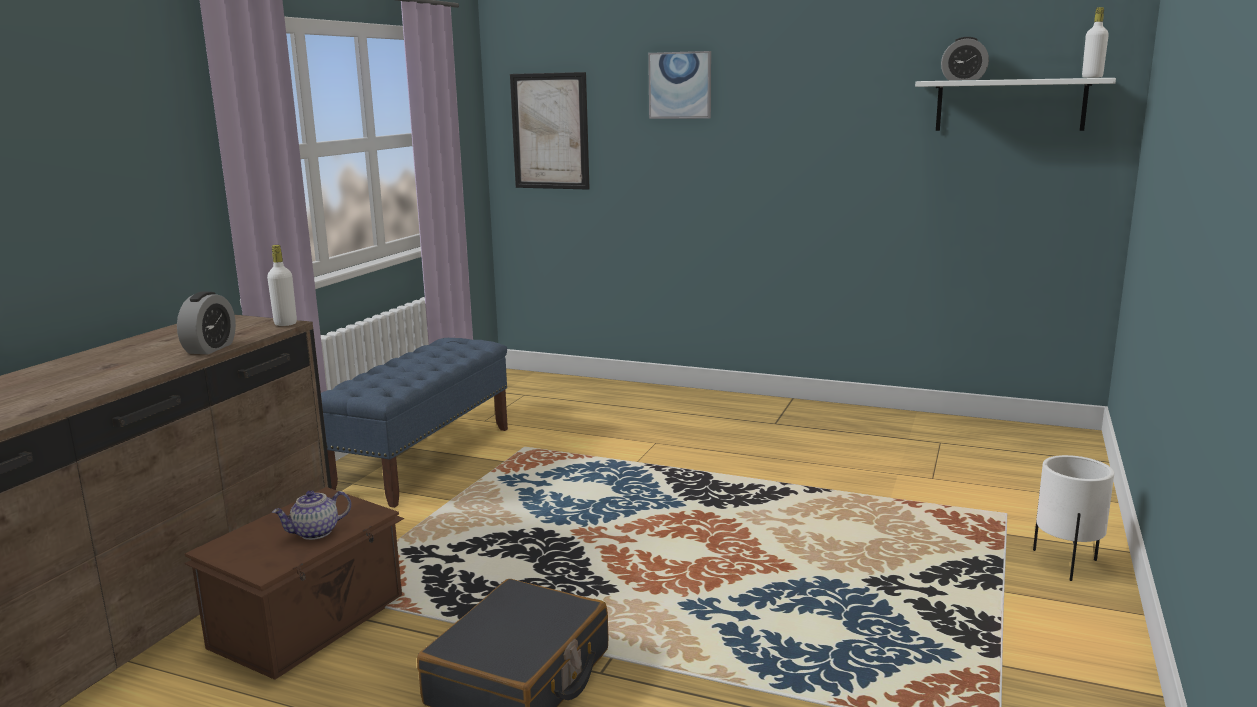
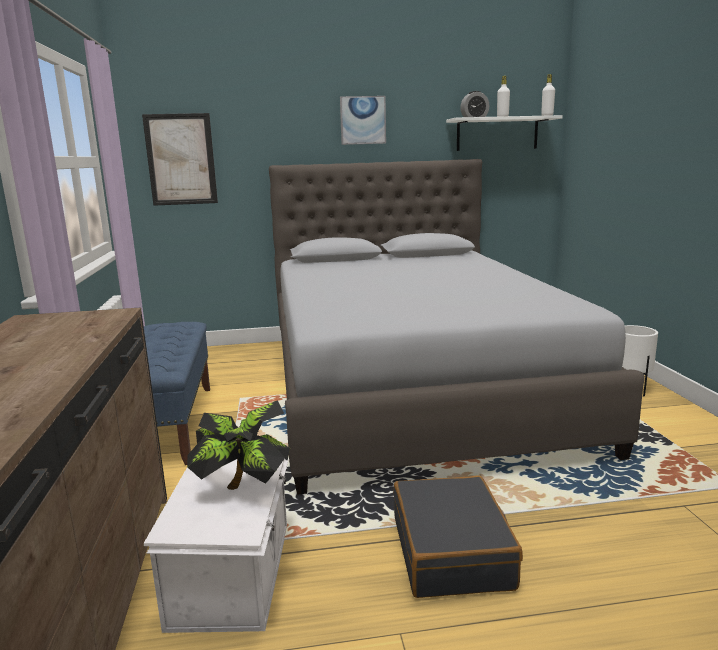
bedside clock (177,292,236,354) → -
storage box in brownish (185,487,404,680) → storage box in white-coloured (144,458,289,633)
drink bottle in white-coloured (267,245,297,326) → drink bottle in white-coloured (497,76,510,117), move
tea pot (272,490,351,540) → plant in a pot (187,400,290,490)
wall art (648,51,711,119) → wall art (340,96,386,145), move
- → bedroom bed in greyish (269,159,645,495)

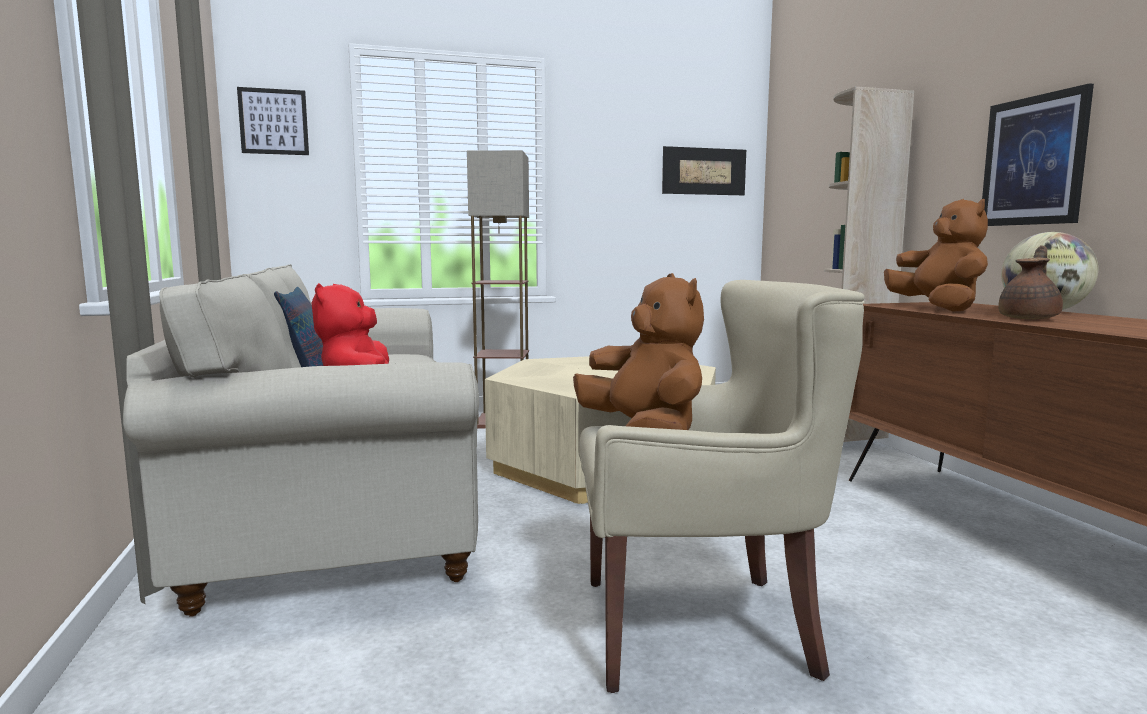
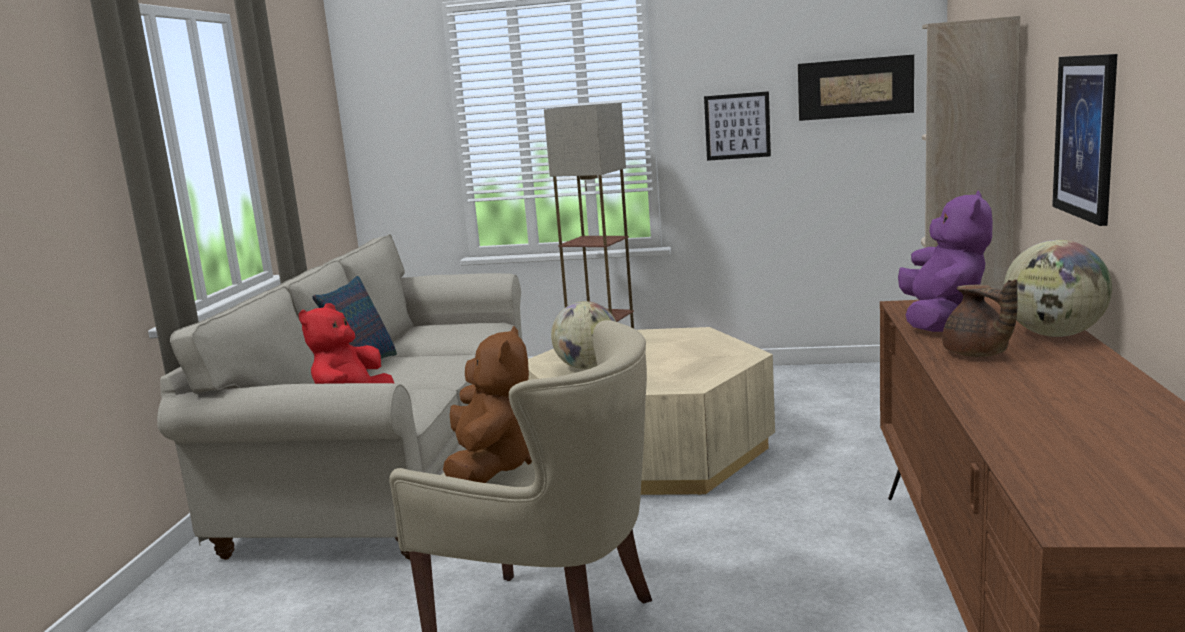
wall art (237,87,309,155) → wall art (704,91,771,161), move
cuddly toy in brownish (884,199,988,312) → cuddly toy in purple (898,190,993,332)
tea pot in brownish (998,245,1063,319) → tea pot in brownish (942,279,1018,357), 90 degrees clockwise
- → world globe (551,301,616,369)

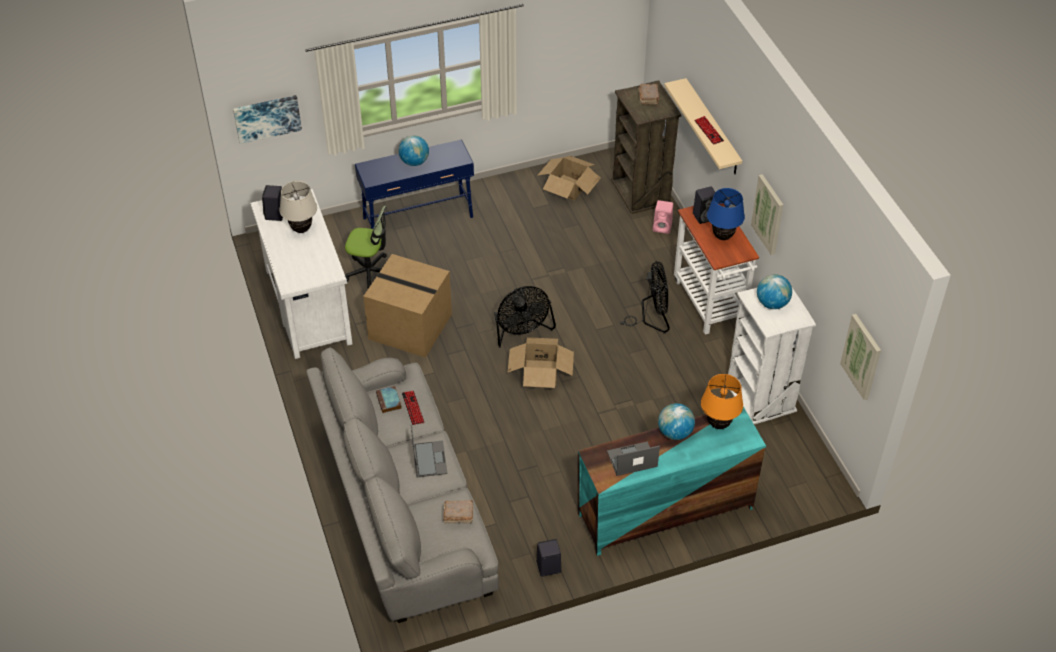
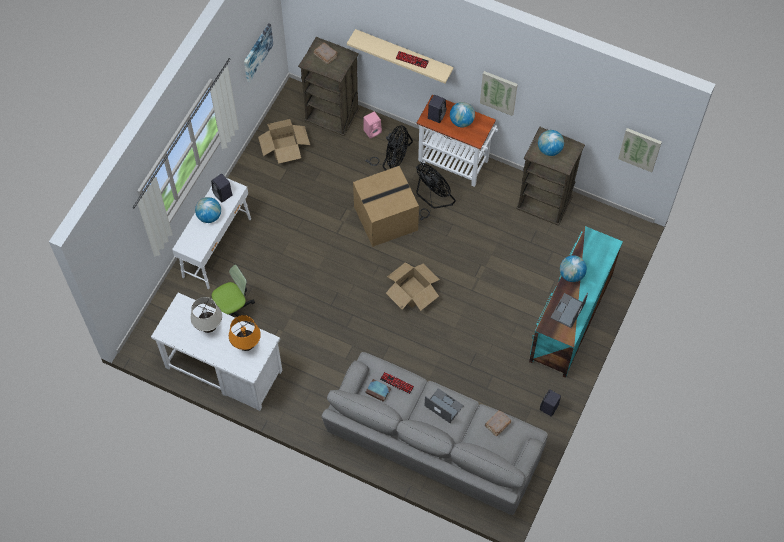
wall art (233,95,302,144) → wall art (244,23,274,82), move
speaker in black-coloured (262,185,283,221) → speaker in black-coloured (211,174,233,202), move
console table in blue-coloured (355,139,474,229) → console table in white-coloured (172,178,251,289)
packing box (363,254,452,358) → packing box (353,166,419,247), move
cooling fan in black-coloured (494,286,556,348) → cooling fan in black-coloured (366,125,413,171), move
tabletop lamp in orangey (701,374,743,429) → tabletop lamp in orangey (229,315,261,351), move
tabletop lamp in blue-coloured (707,188,745,240) → world globe (450,102,475,127)
shelving unit in white-coloured (728,288,816,424) → shelving unit in brownish (516,127,585,226)

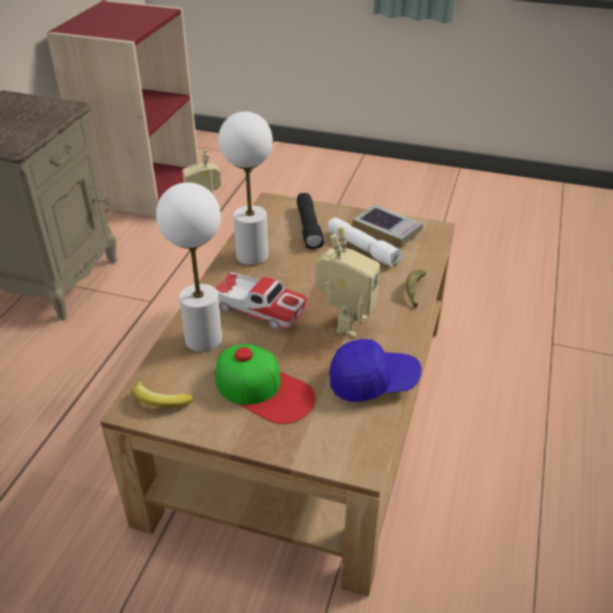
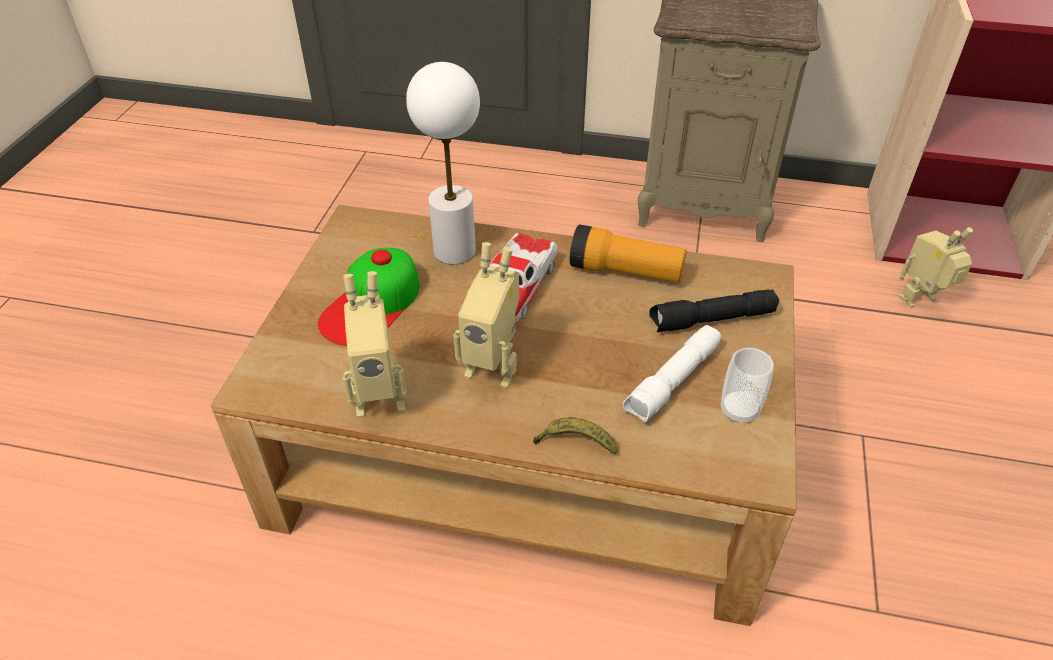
whole banana (133,380,194,408) → -
tabletop lamp in white-coloured (218,112,273,265) → flashlight (570,225,686,283)
peaked cap in blue-coloured (329,339,422,402) → toy robot (342,271,407,418)
volume (353,204,423,247) → small cup (721,348,774,424)

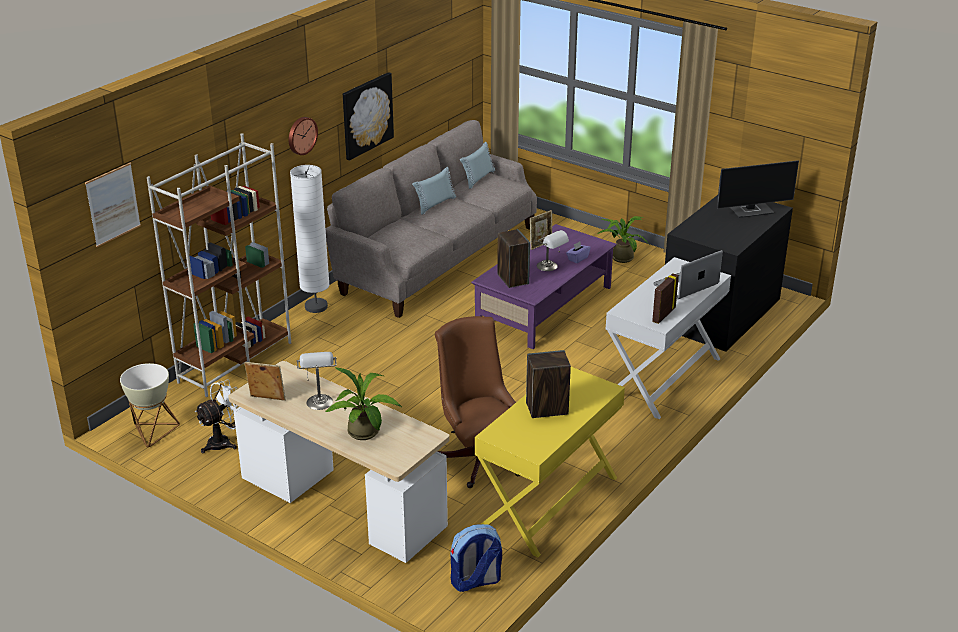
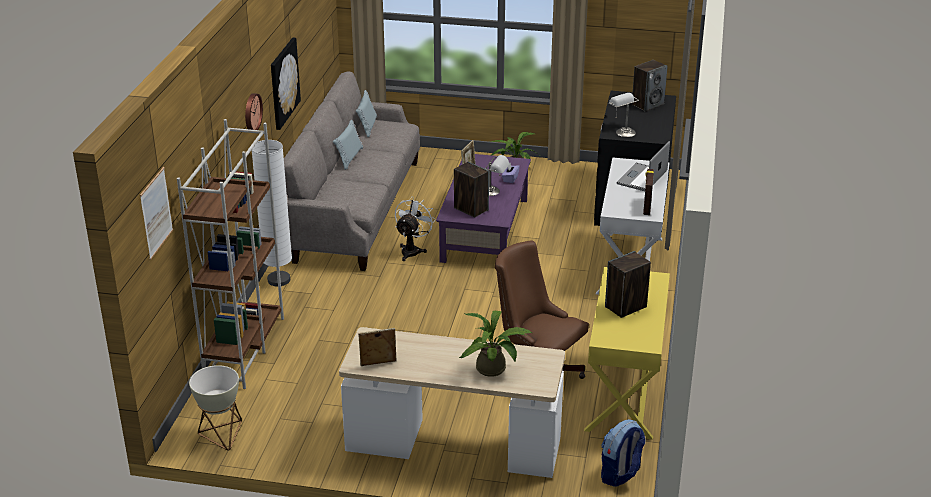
cooling fan in white-coloured (195,379,238,454) → cooling fan in white-coloured (395,196,436,261), move
tabletop lamp in white-coloured (297,352,337,410) → tabletop lamp in white-coloured (609,93,639,137), move
computer screen (717,160,799,218) → speaker (632,60,668,112)

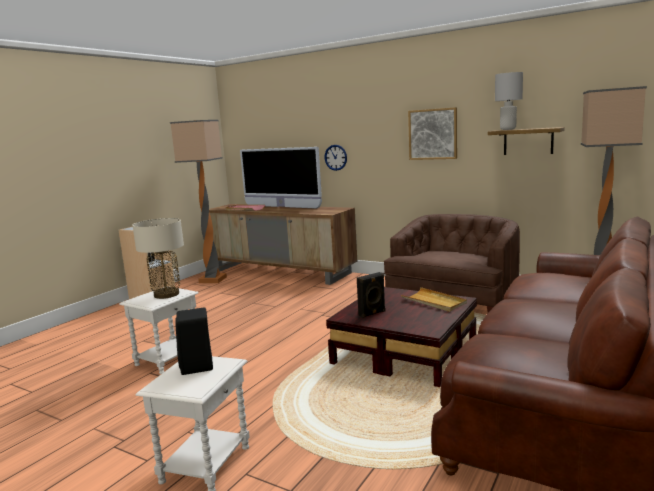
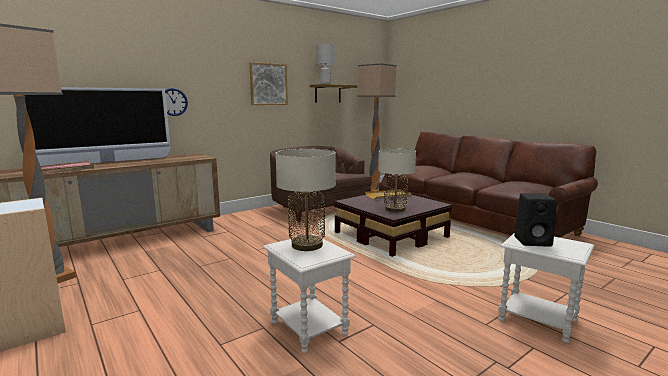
speaker in black-coloured (357,272,386,318) → tabletop lamp (378,149,416,212)

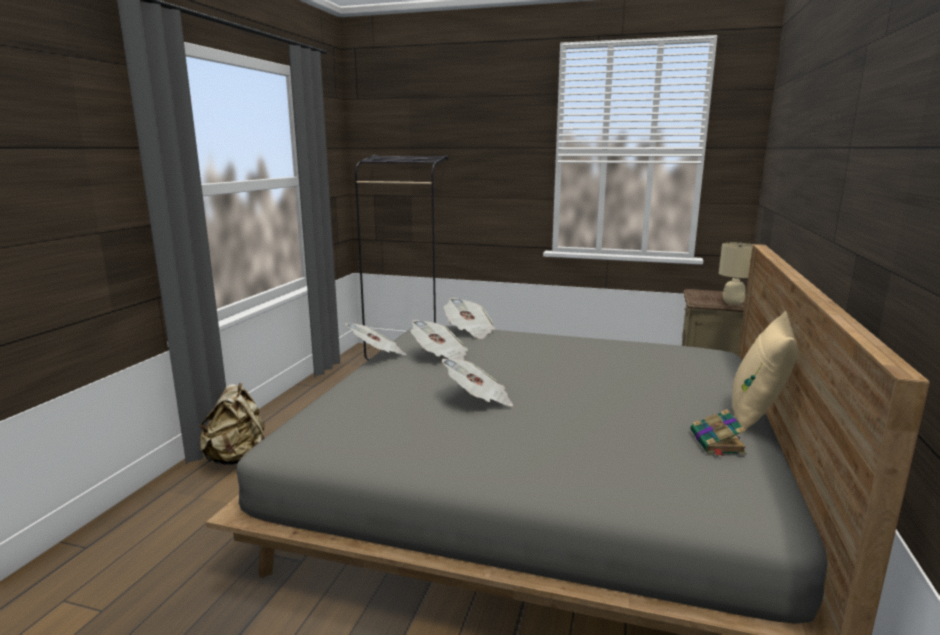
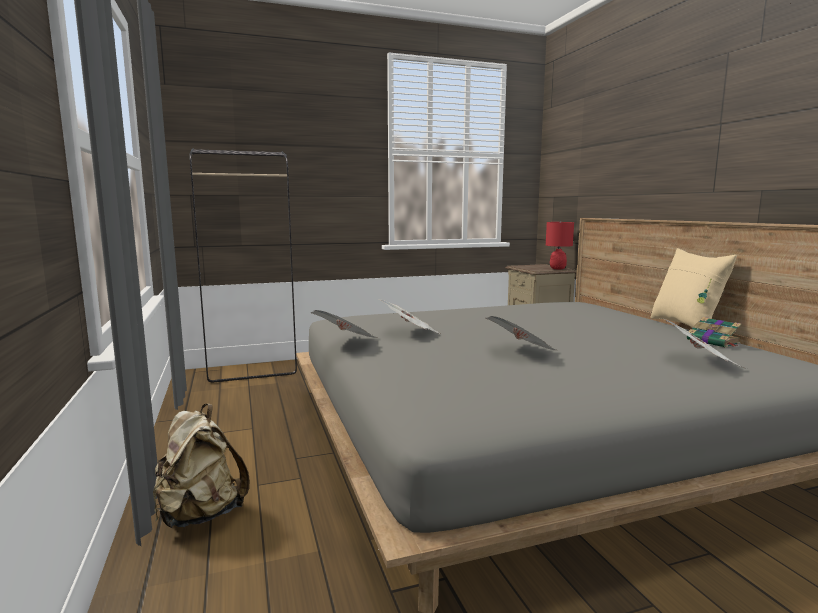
printed paper (444,298,496,339) → printed paper (664,319,747,369), move
tabletop lamp in sand-coloured (719,243,753,305) → tabletop lamp in reddish (546,221,574,269)

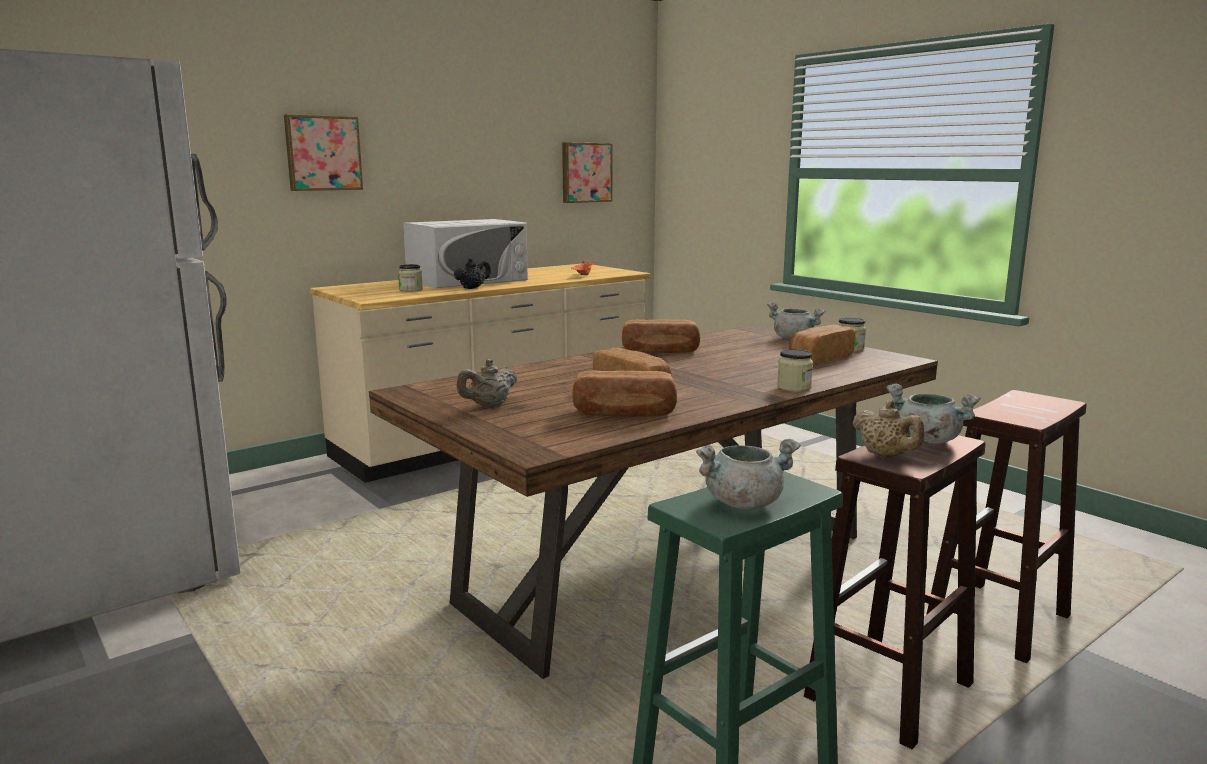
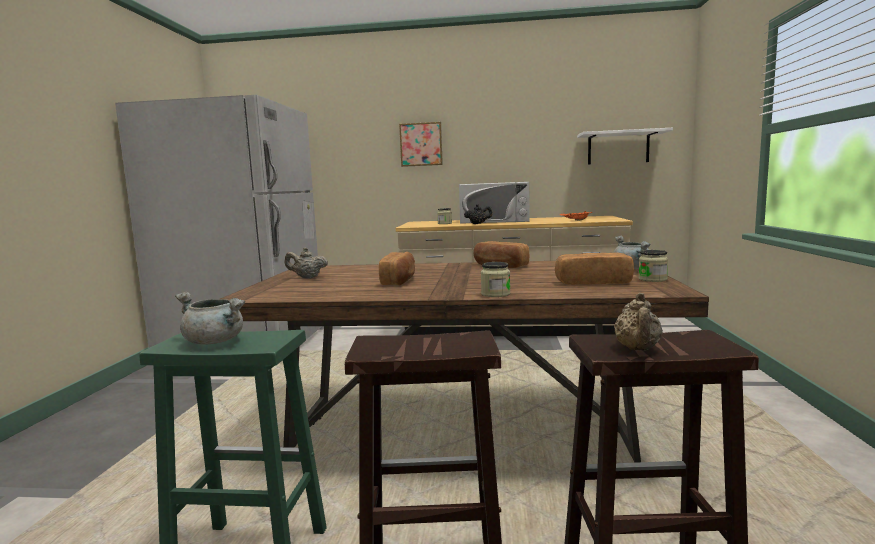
wall art (562,142,613,203) → bracket shelf in white-coloured (577,128,673,165)
baked bread (572,370,677,417) → -
tea pot in sand-coloured (852,400,924,457) → tea pot in sand-coloured (614,293,663,351), move
saucepot in greyish (886,384,981,444) → -

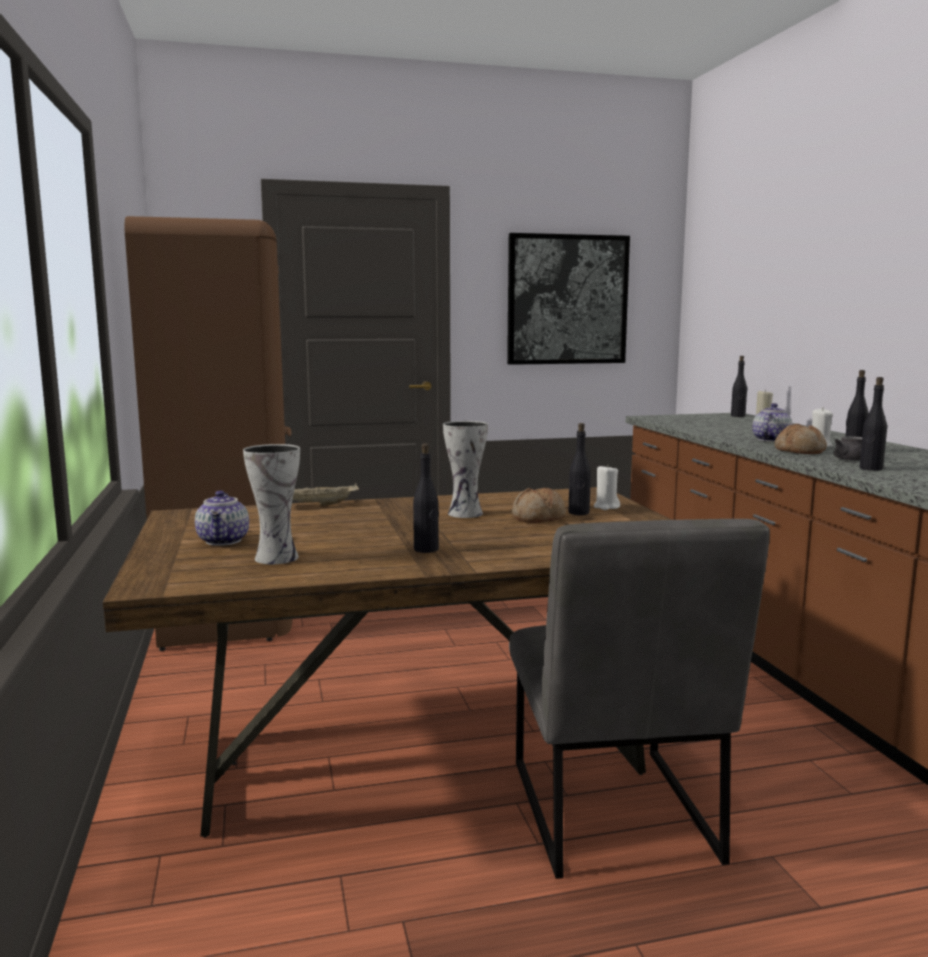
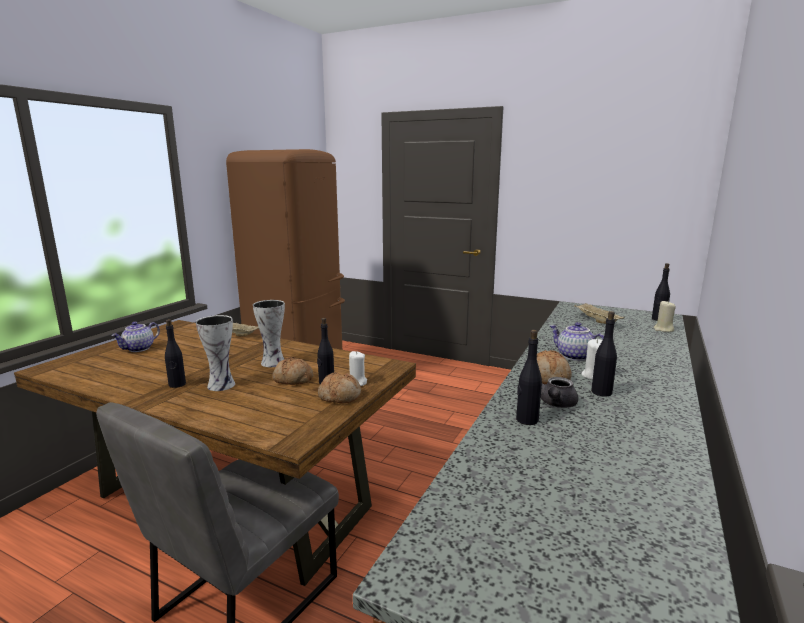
flower vase (243,444,300,564) → flower vase (196,315,235,391), move
wall art (507,233,630,365) → -
tea pot (752,403,792,442) → tea pot (550,322,604,361), 120 degrees counterclockwise
- → baked bread (318,372,361,403)
- → carrying tray in sand-coloured (574,303,625,324)

